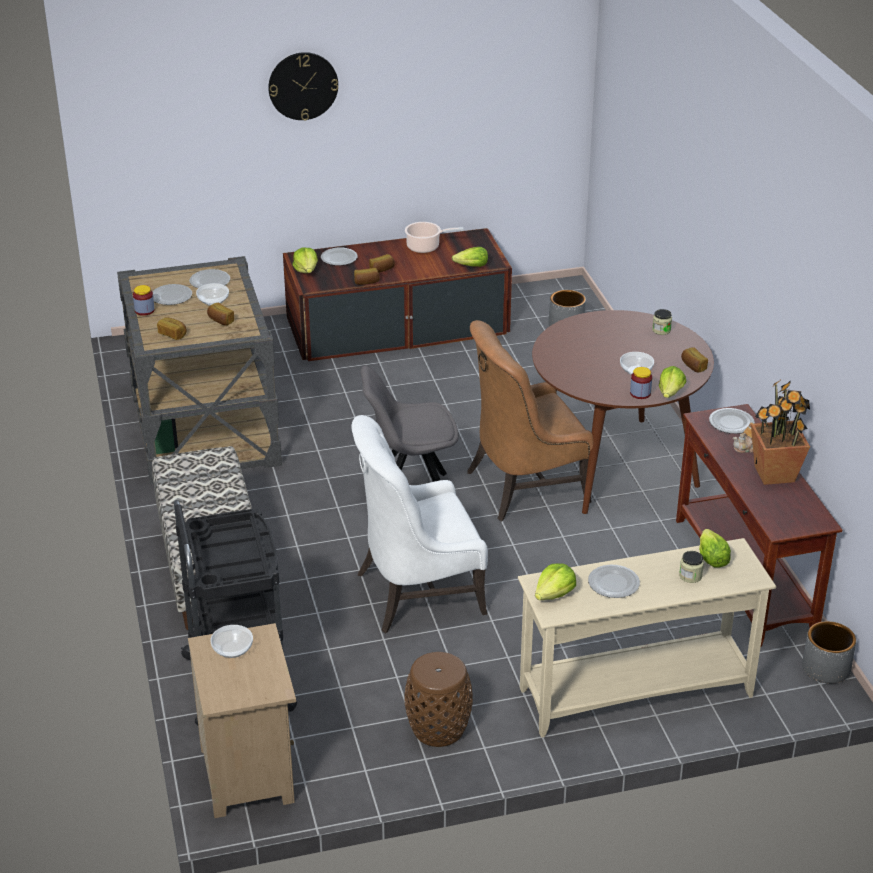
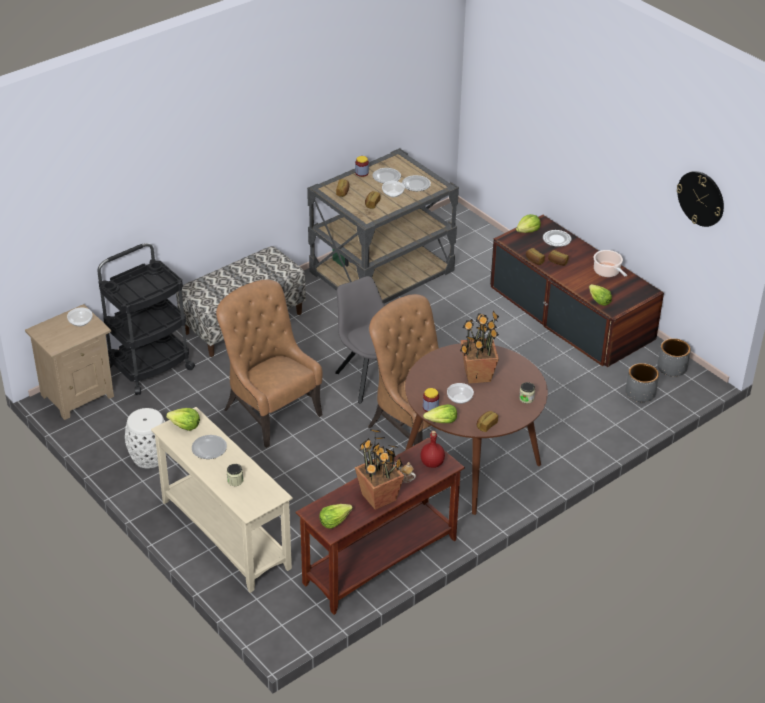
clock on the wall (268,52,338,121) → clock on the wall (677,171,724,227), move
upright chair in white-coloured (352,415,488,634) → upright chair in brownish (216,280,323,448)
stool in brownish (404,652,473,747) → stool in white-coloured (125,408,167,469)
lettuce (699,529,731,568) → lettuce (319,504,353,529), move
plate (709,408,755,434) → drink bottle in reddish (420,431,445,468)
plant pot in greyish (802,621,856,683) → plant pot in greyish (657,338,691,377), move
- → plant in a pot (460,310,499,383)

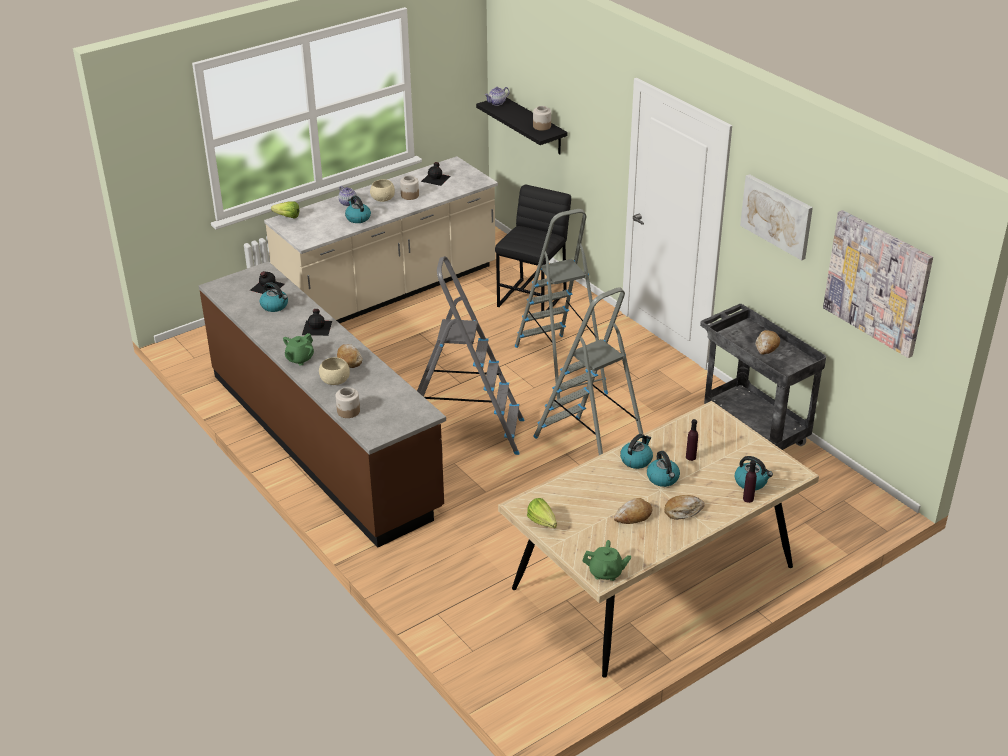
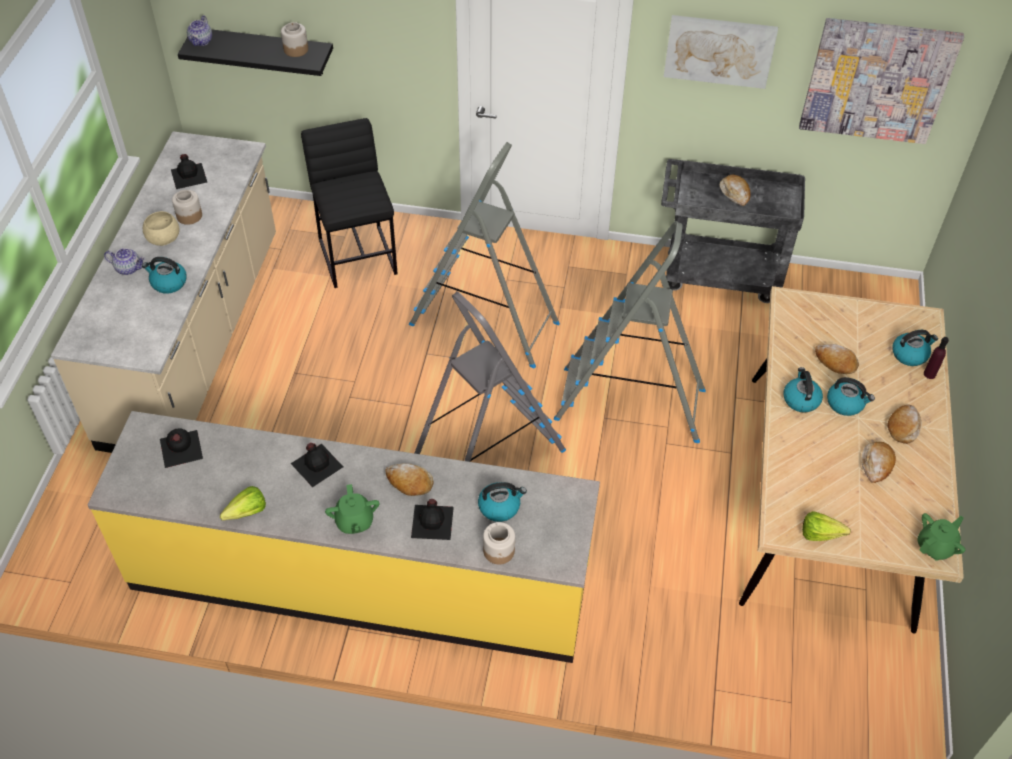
kitchen counter in brownish (199,261,446,548) → kitchen counter in yellow (87,411,600,663)
tea kettle (260,282,288,312) → tea kettle (478,482,527,522), move
lettuce (271,201,300,219) → lettuce (220,486,266,521), move
deep dish in sand-coloured (319,357,350,385) → drink bottle in black-coloured (411,499,454,540)
drink bottle in purple (686,419,698,461) → baked bread (815,344,859,374)

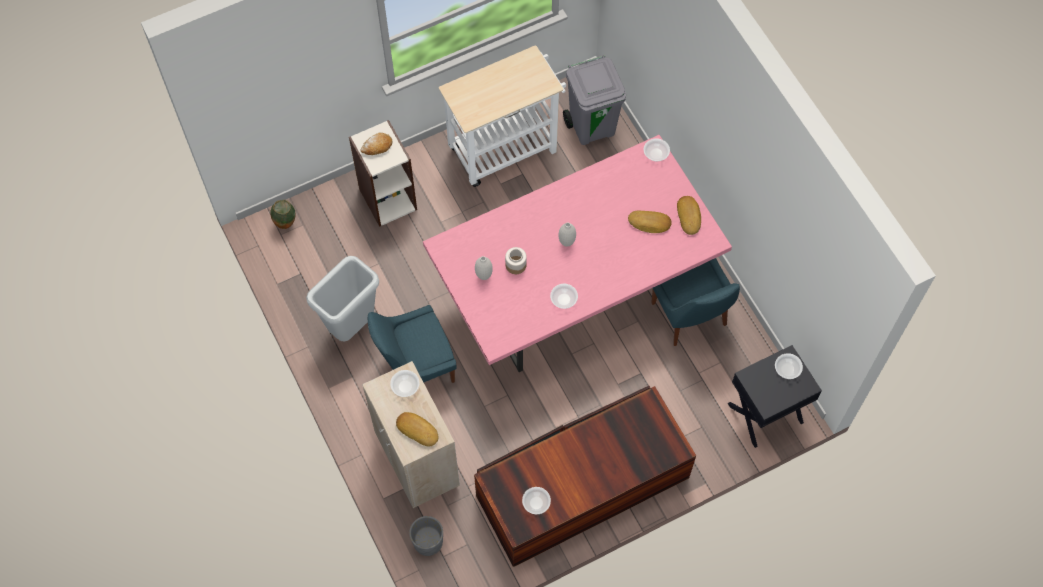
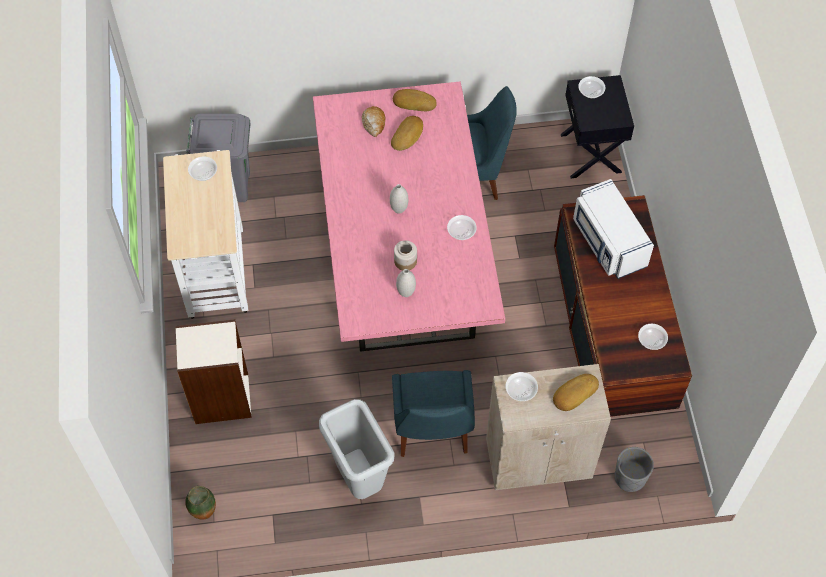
baked bread (360,132,393,155) → baked bread (362,106,385,137), move
deep dish (644,138,670,161) → deep dish (188,156,217,181), move
- → kitchen microwave in white-coloured (573,179,654,279)

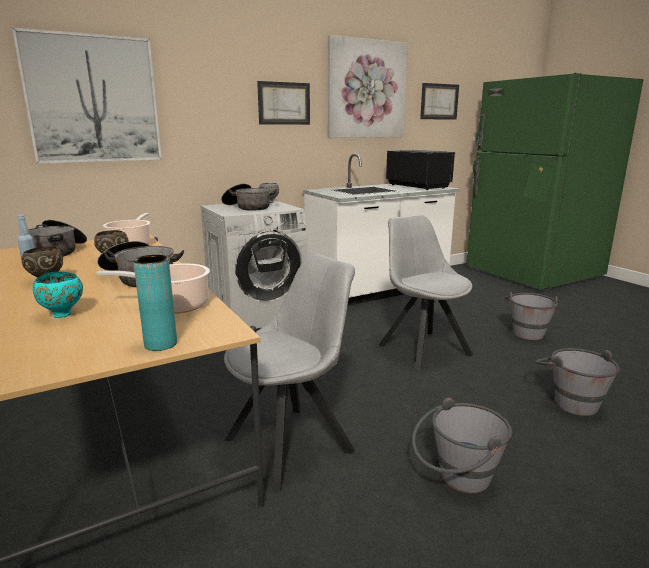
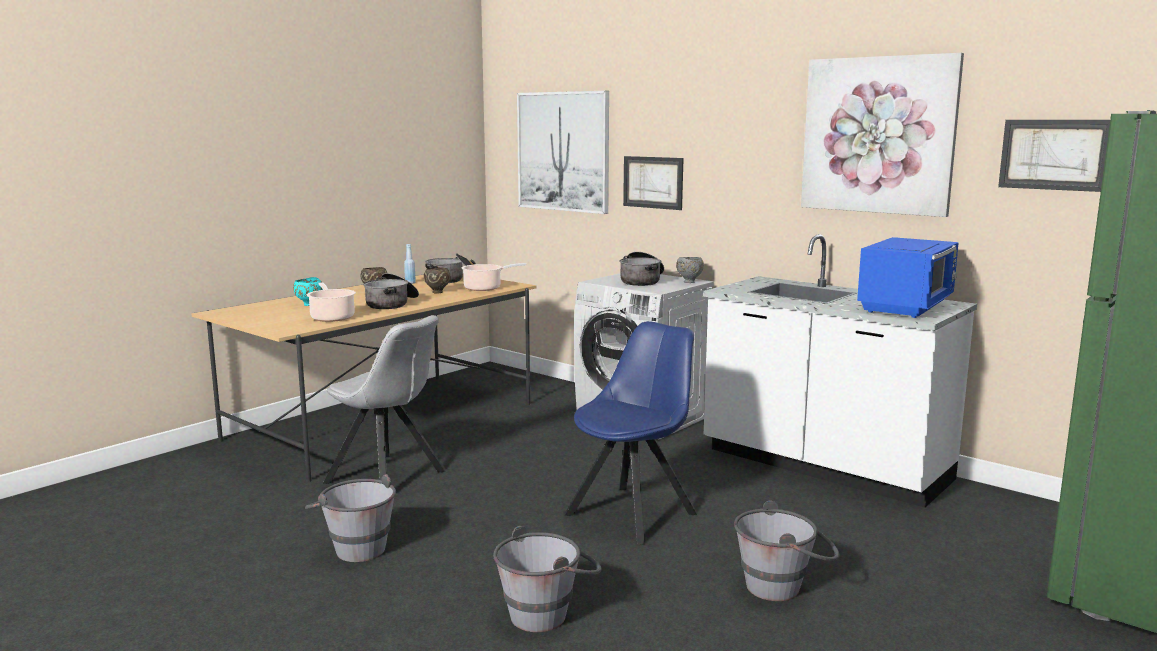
flower vase in turquoise-coloured (133,255,177,351) → -
wall art (257,81,310,125) → wall art (623,156,684,210), move
upright chair in greyish (378,215,473,371) → upright chair in blue-coloured (565,321,697,545)
kitchen microwave in black-coloured (386,150,456,190) → kitchen microwave in blue-coloured (857,237,959,318)

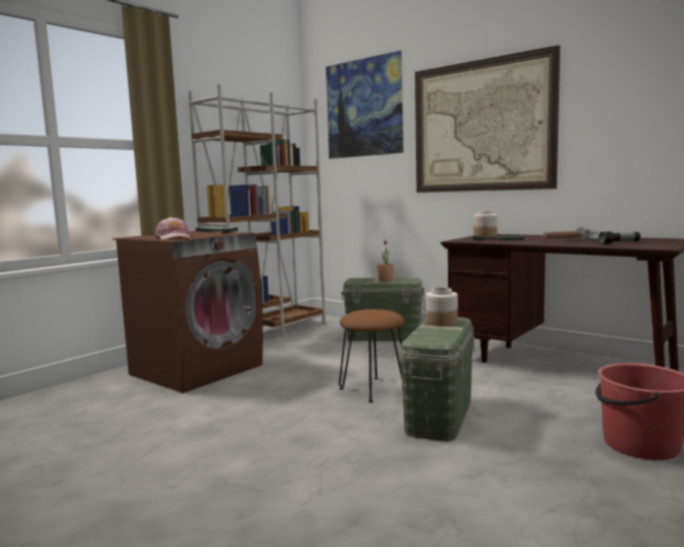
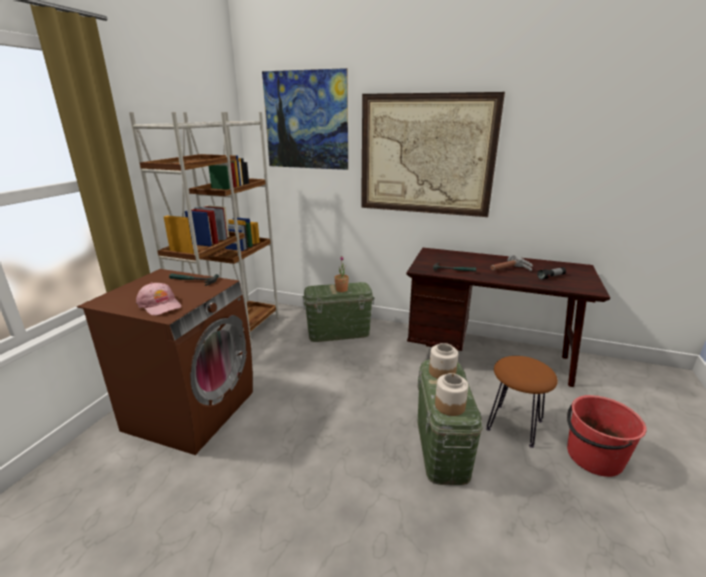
stool in brownish (339,309,404,403) → stool in brownish (486,356,558,448), move
storage jar (473,211,497,237) → storage jar (435,373,468,416), move

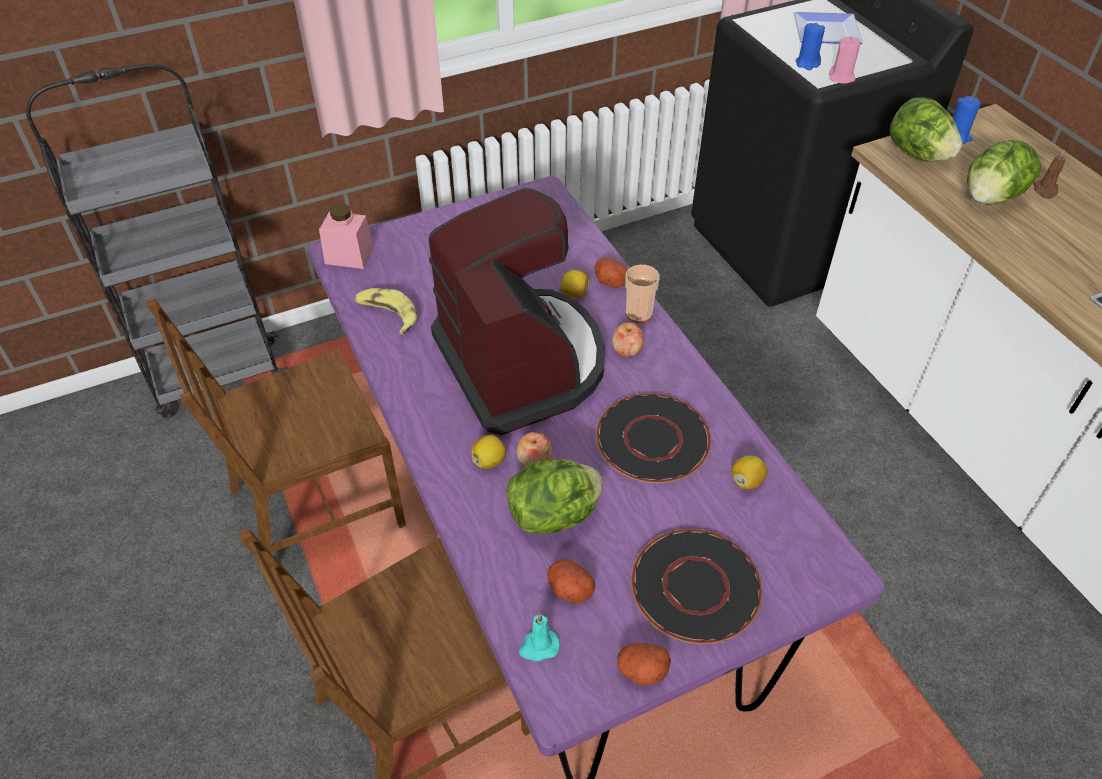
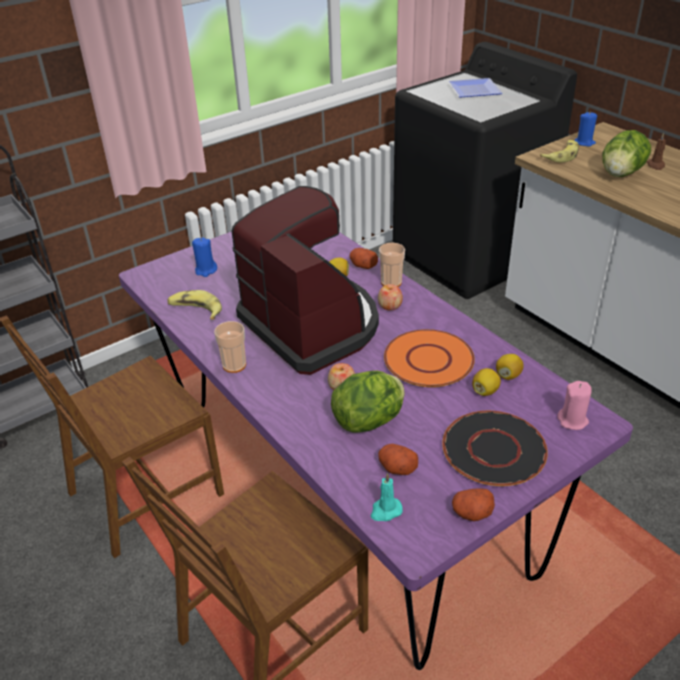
storage jar in pink (319,203,374,269) → -
whole lemon (471,435,506,469) → whole lemon (472,368,501,396), move
plate in black-coloured (596,393,711,483) → plate in orangey (384,329,475,387)
wax candle in blue-coloured (796,23,825,70) → wax candle in blue-coloured (192,237,217,277), move
wax candle in pink (829,36,860,83) → wax candle in pink (557,381,592,430), move
lettuce (890,97,963,162) → whole banana (540,140,579,162)
- → small cup (214,321,246,373)

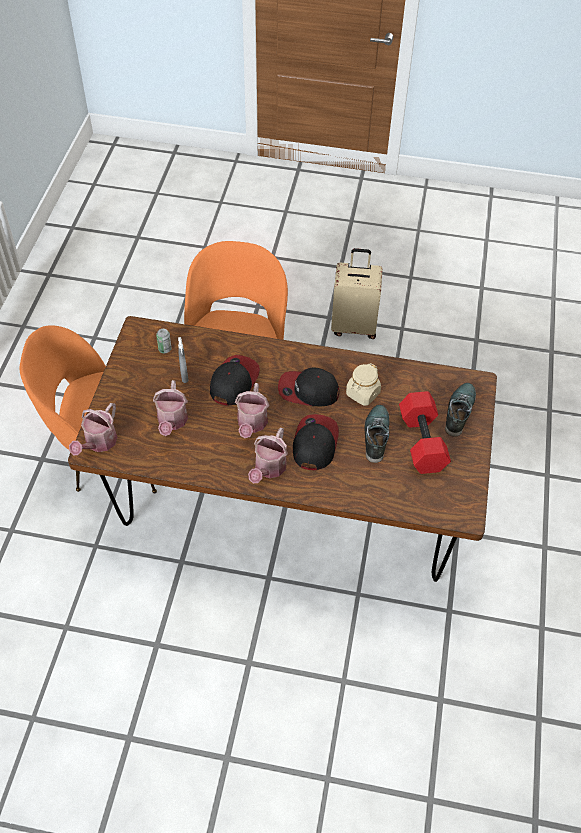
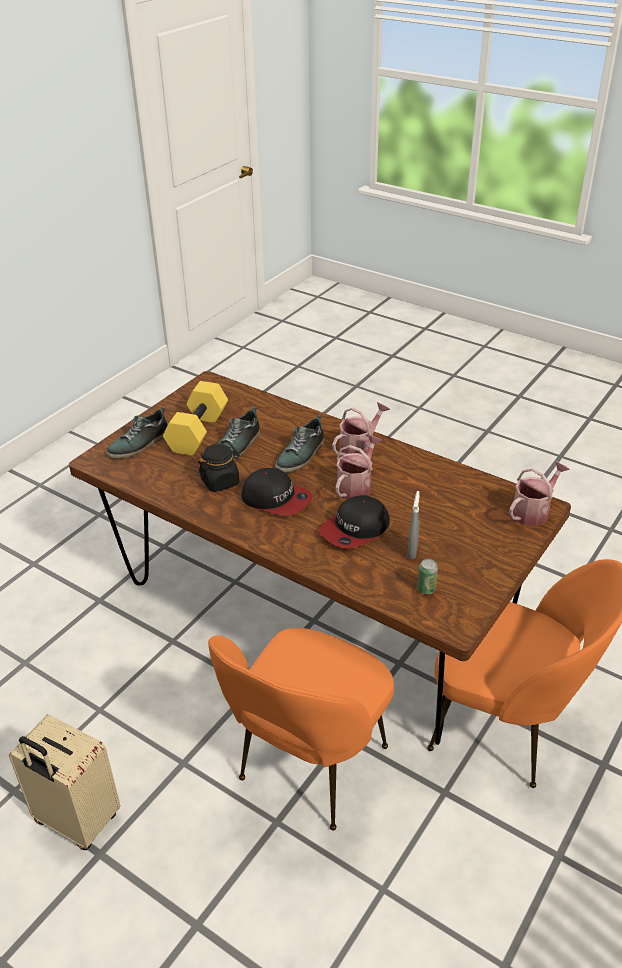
watering pot (153,380,188,436) → -
peaked cap (293,414,339,470) → item of footwear (275,414,324,473)
storage jar in sand-coloured (346,363,381,406) → storage jar in black-coloured (198,444,240,492)
hand weight in reddish (399,391,451,474) → hand weight in yellow (163,381,228,456)

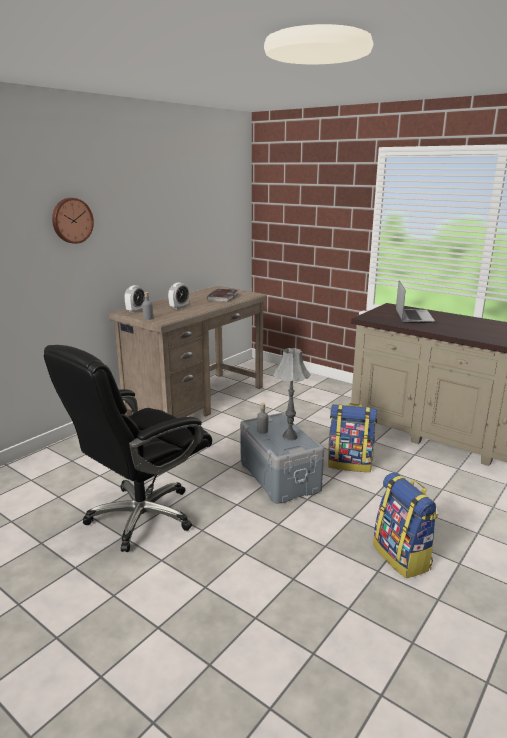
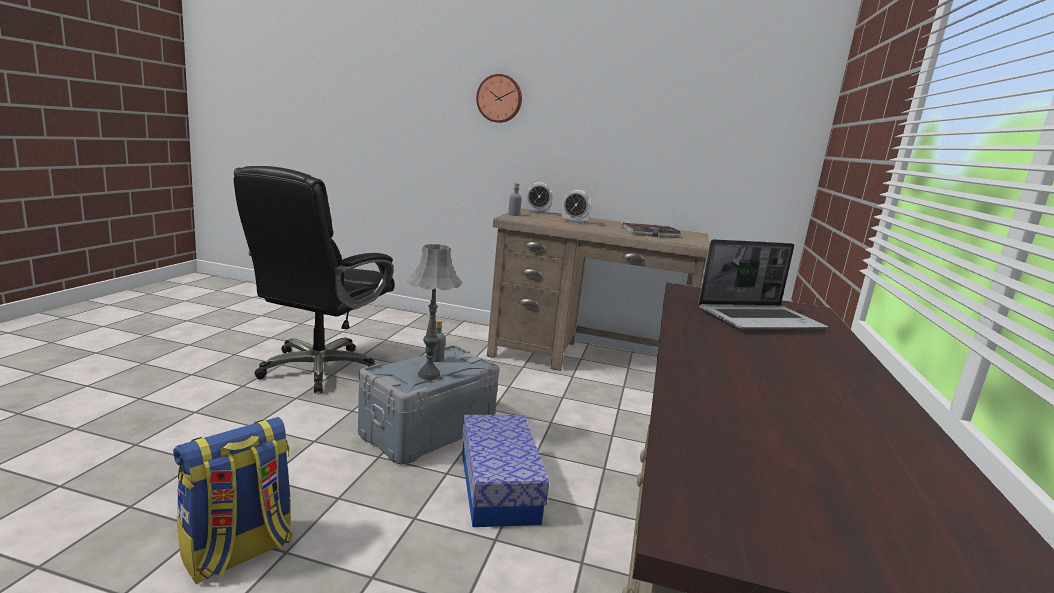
office chair in black-coloured (44,345,212,552) → office chair in black-coloured (234,166,395,393), 90 degrees counterclockwise
knapsack (328,403,377,472) → storage box (462,415,549,527)

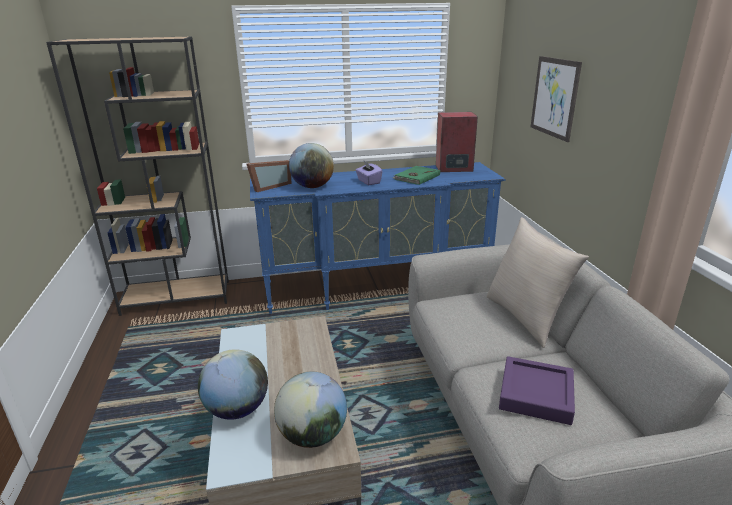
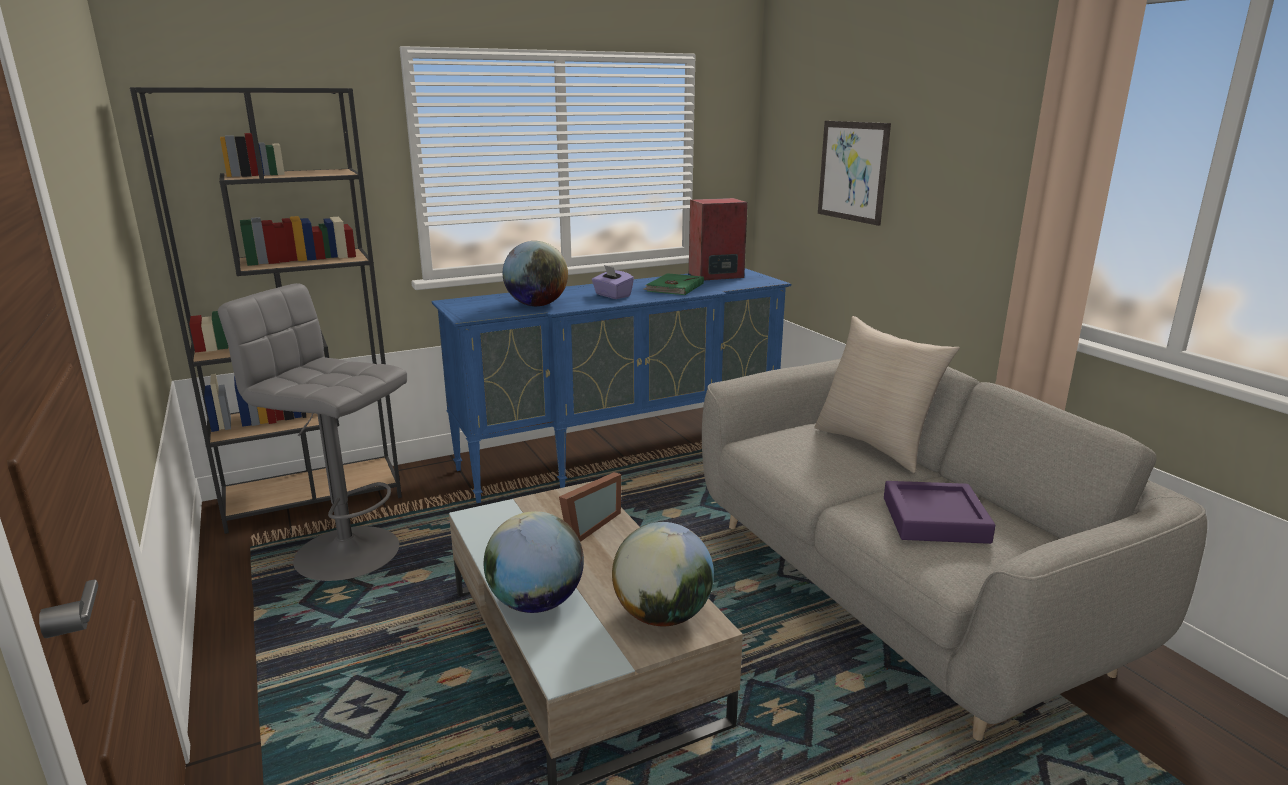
picture frame (246,160,292,192) → picture frame (559,472,621,542), move
- → stool in greyish (218,283,407,581)

